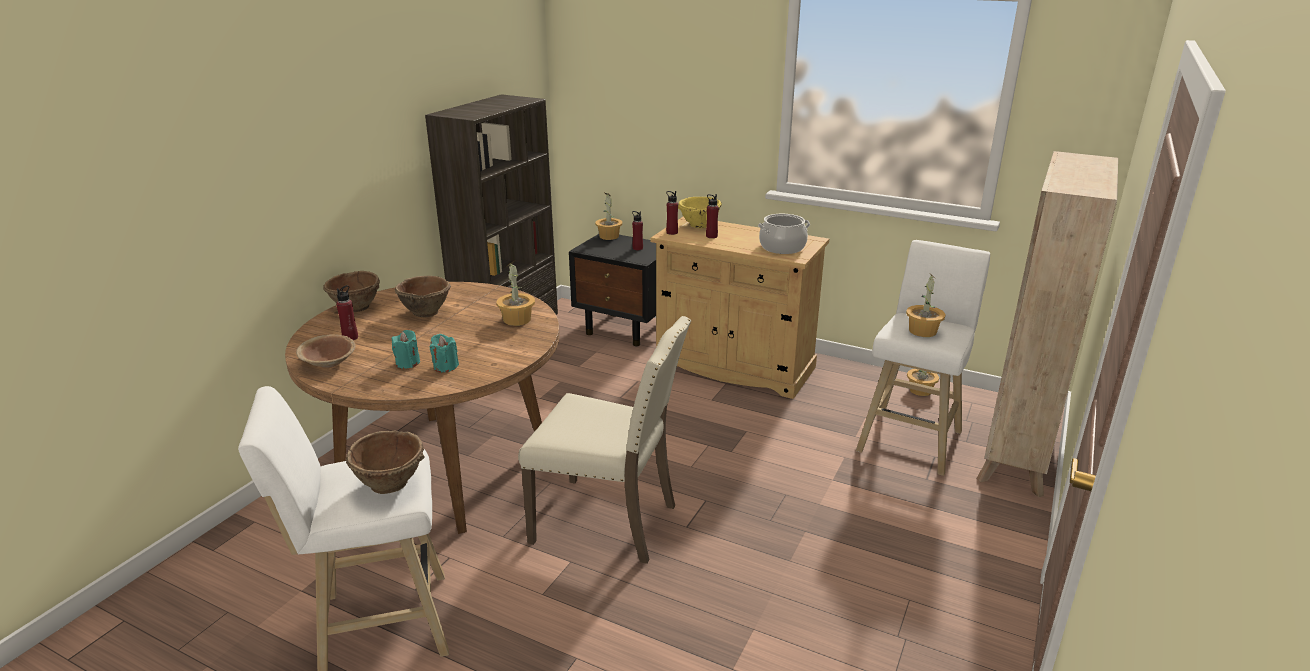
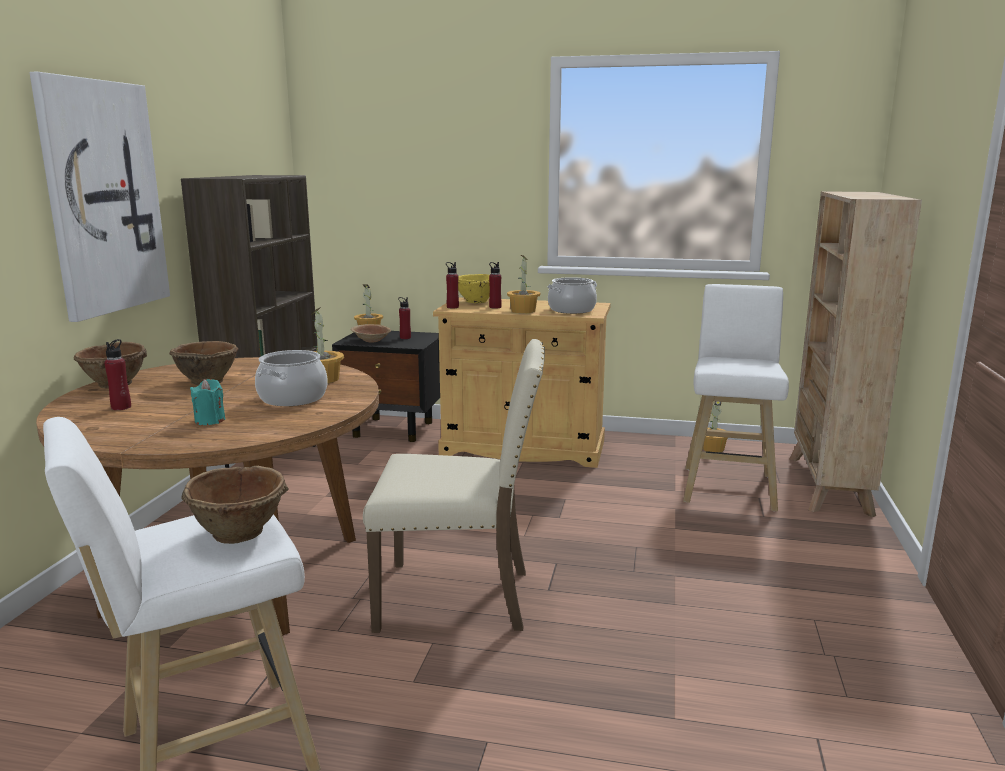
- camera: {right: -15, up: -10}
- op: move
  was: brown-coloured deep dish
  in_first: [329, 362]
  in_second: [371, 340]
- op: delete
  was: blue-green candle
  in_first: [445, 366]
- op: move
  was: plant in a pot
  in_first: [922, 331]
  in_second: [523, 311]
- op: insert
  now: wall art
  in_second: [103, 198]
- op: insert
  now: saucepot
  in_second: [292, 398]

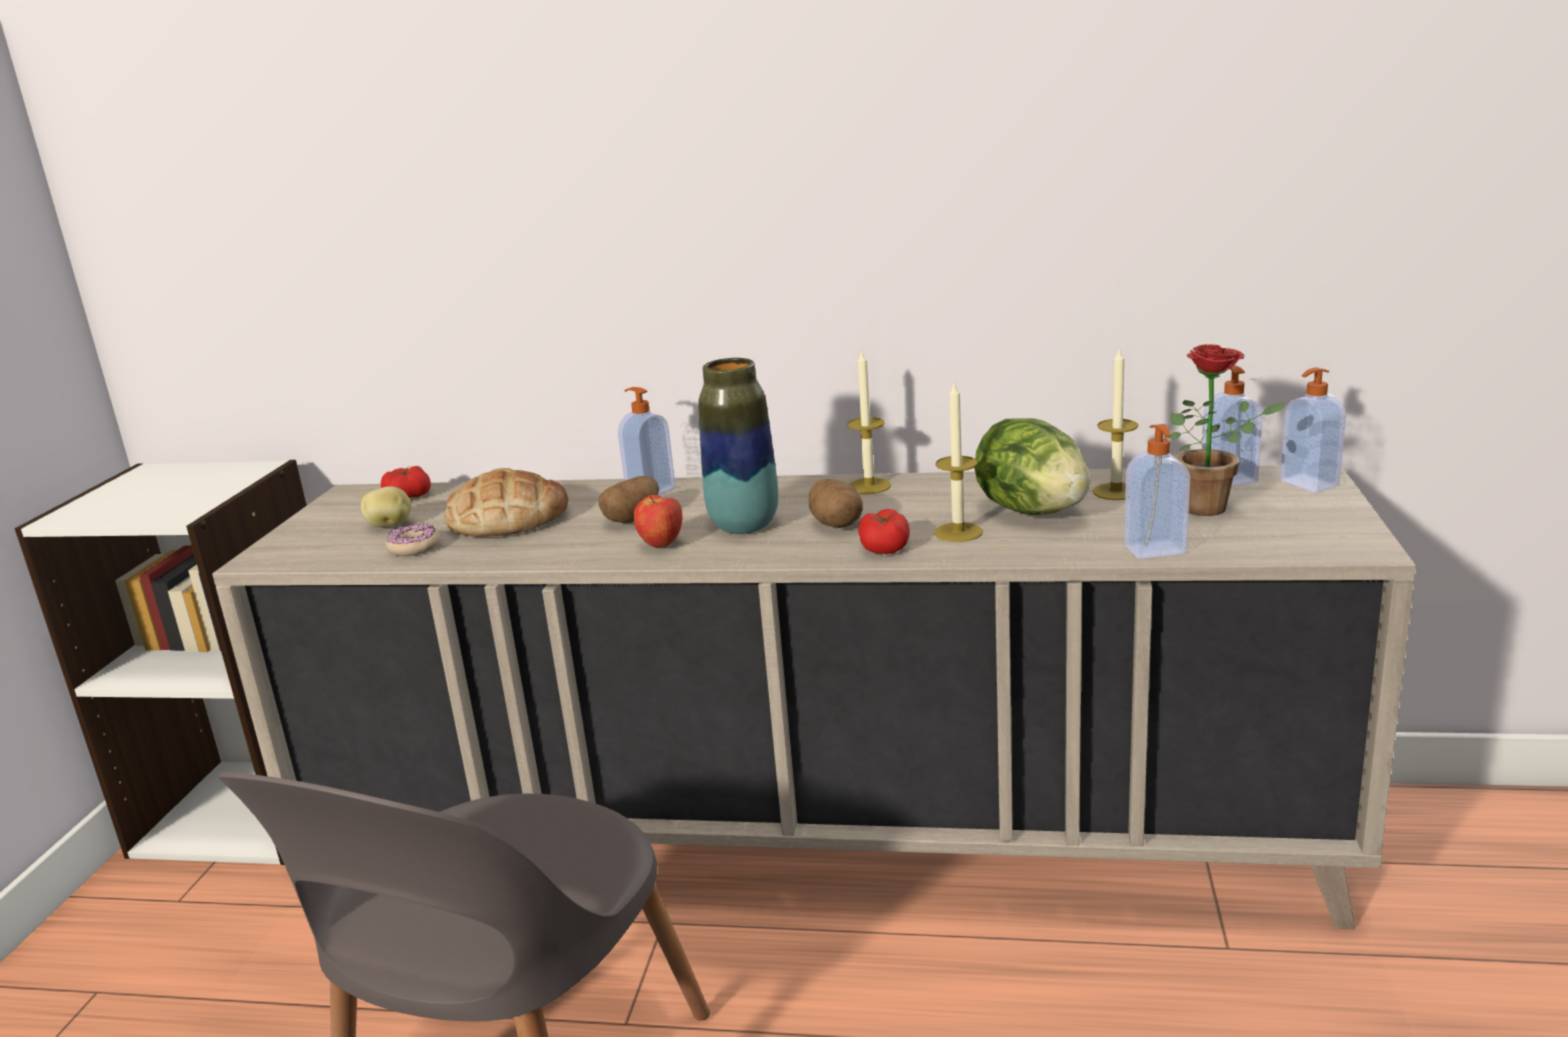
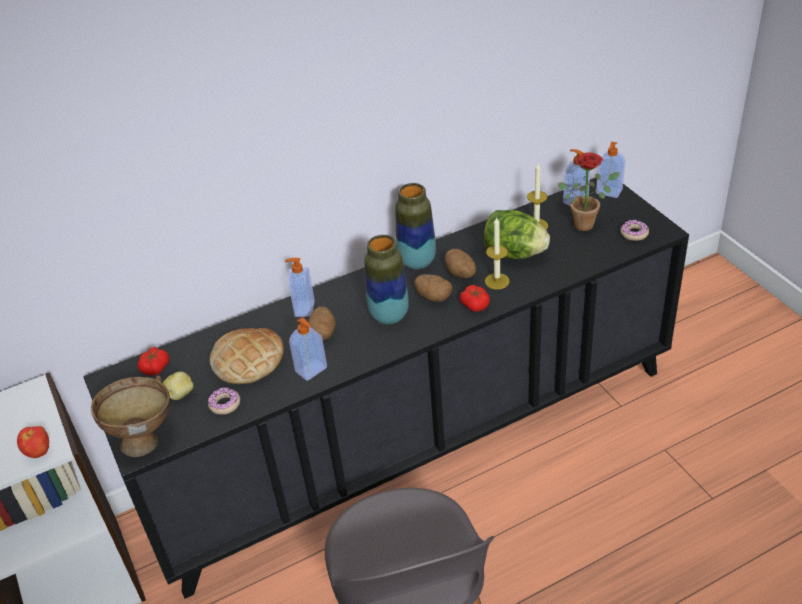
- camera: {right: -35, up: 20}
- op: recolor
  was: beige-coloured cabinet
  now: black cabinet
  in_first: [811, 842]
  in_second: [414, 441]
- op: move
  was: apple
  in_first: [662, 545]
  in_second: [39, 453]
- op: replace
  was: candle
  now: vase
  in_first: [869, 486]
  in_second: [417, 262]
- op: move
  was: liquid soap bottle
  in_first: [1155, 550]
  in_second: [312, 370]
- op: insert
  now: brown-coloured deep dish
  in_second: [145, 438]
- op: insert
  now: whole potato
  in_second: [461, 273]
- op: insert
  now: donut
  in_second: [634, 233]

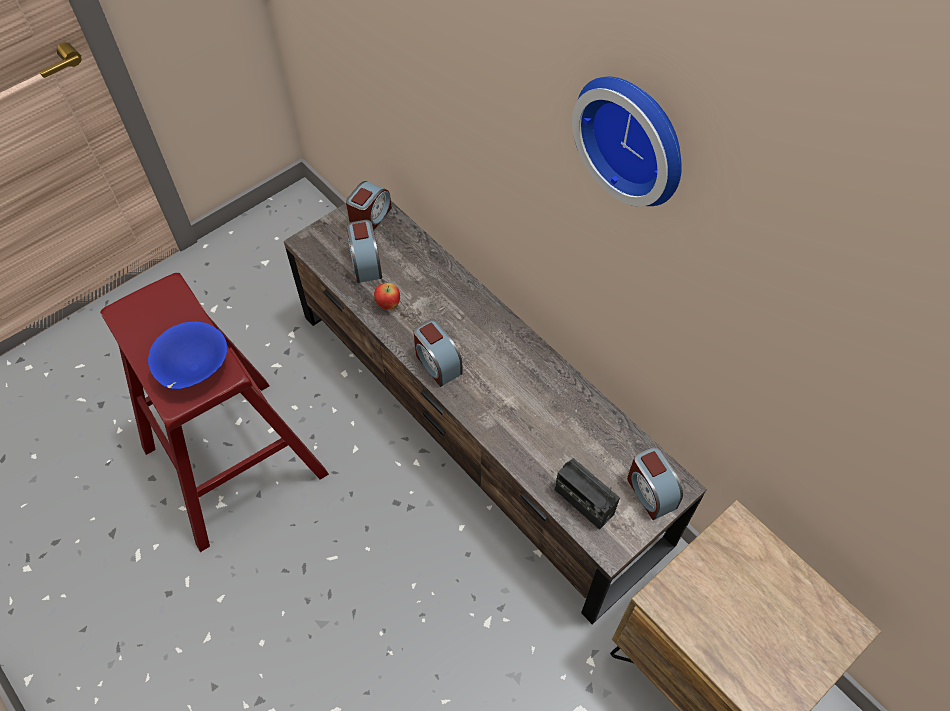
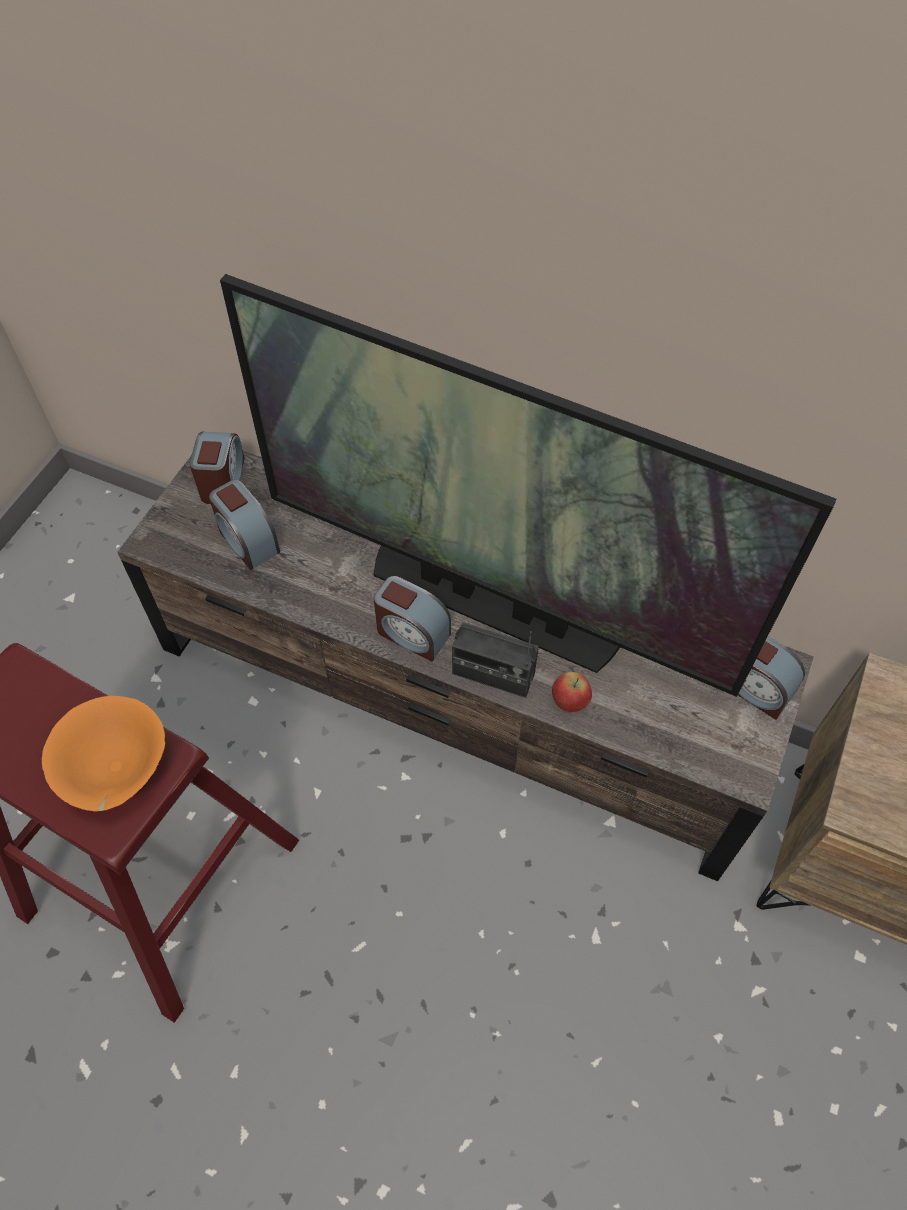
- camera: {right: -25, up: 0}
- op: recolor
  was: blue deep dish
  now: orange-coloured deep dish
  in_first: [194, 370]
  in_second: [115, 771]
- op: move
  was: apple
  in_first: [388, 304]
  in_second: [569, 702]
- op: move
  was: radio receiver
  in_first: [583, 502]
  in_second: [493, 674]
- op: delete
  was: wall clock
  in_first: [635, 137]
- op: insert
  now: television
  in_second: [493, 602]

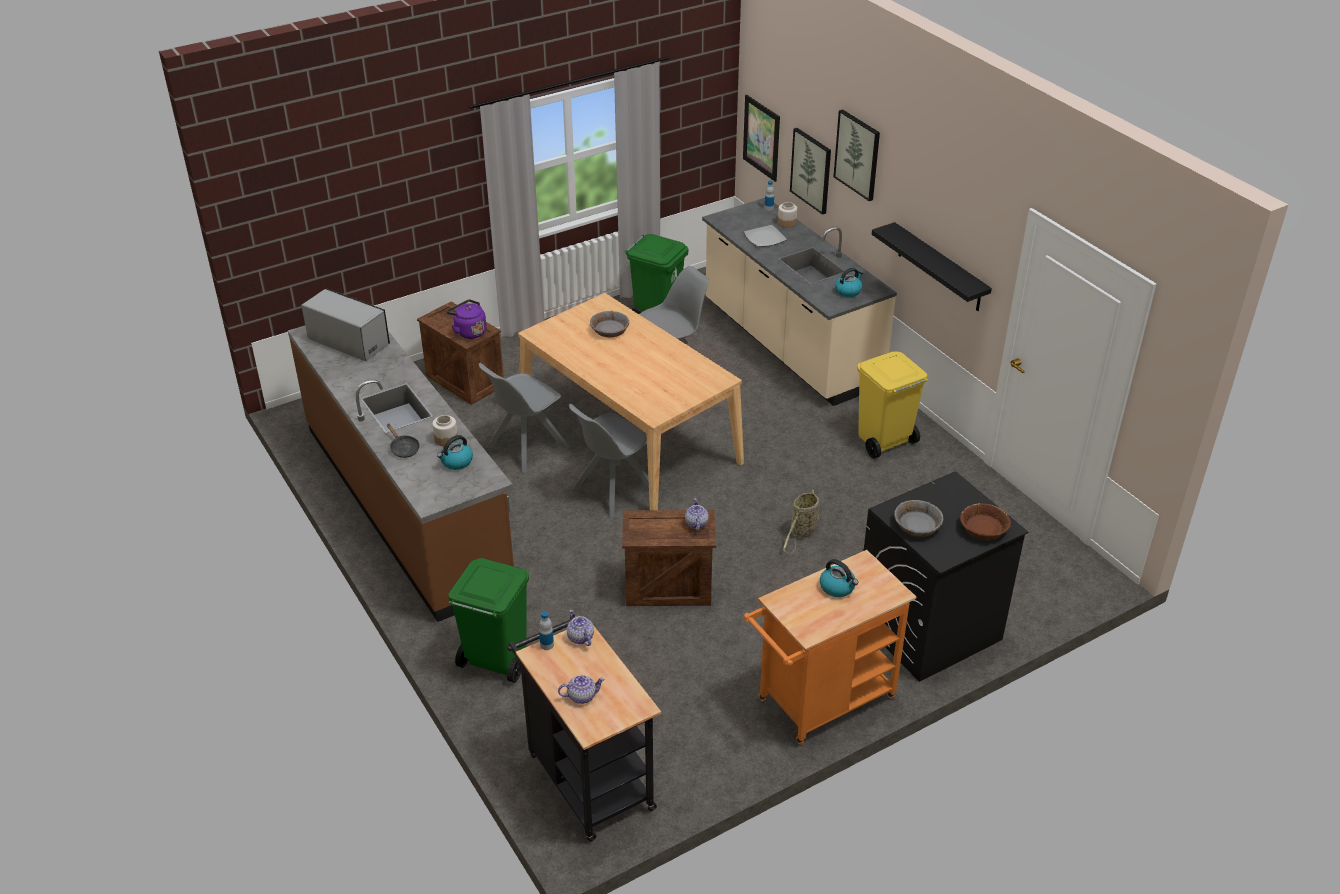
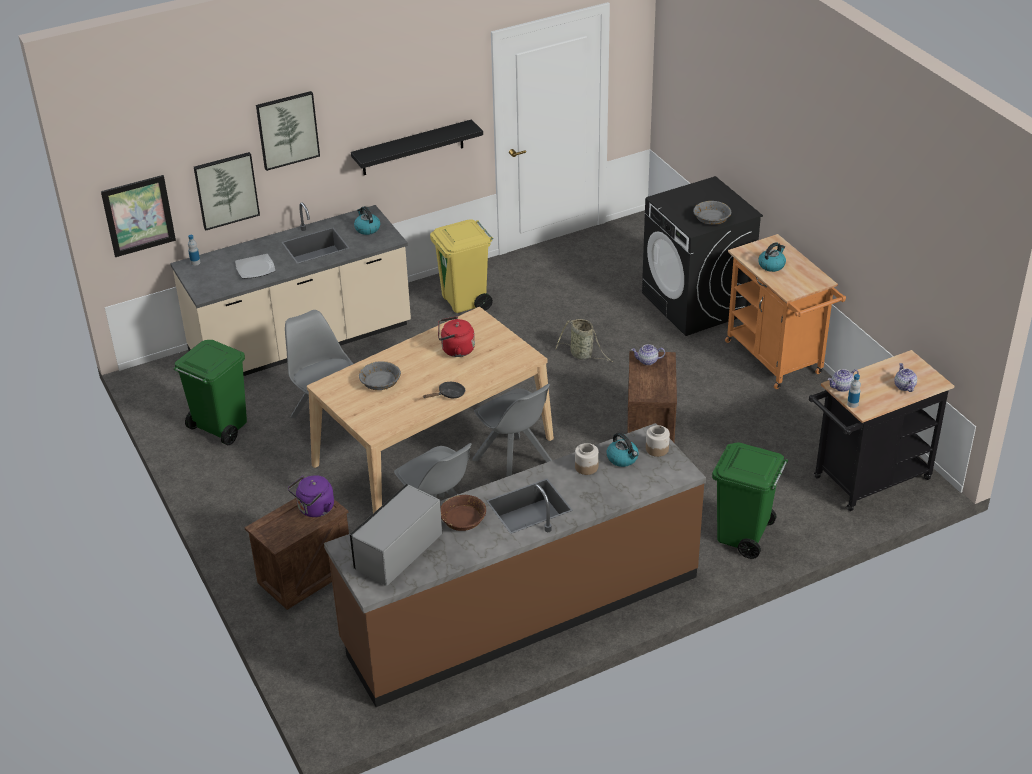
- camera: {right: -85, up: 0}
- op: move
  was: black pan
  in_first: [403, 448]
  in_second: [449, 394]
- op: move
  was: preserve jar
  in_first: [787, 223]
  in_second: [657, 449]
- op: move
  was: brown-coloured deep dish
  in_first: [983, 529]
  in_second: [463, 519]
- op: insert
  now: reddish water kettle
  in_second: [455, 350]

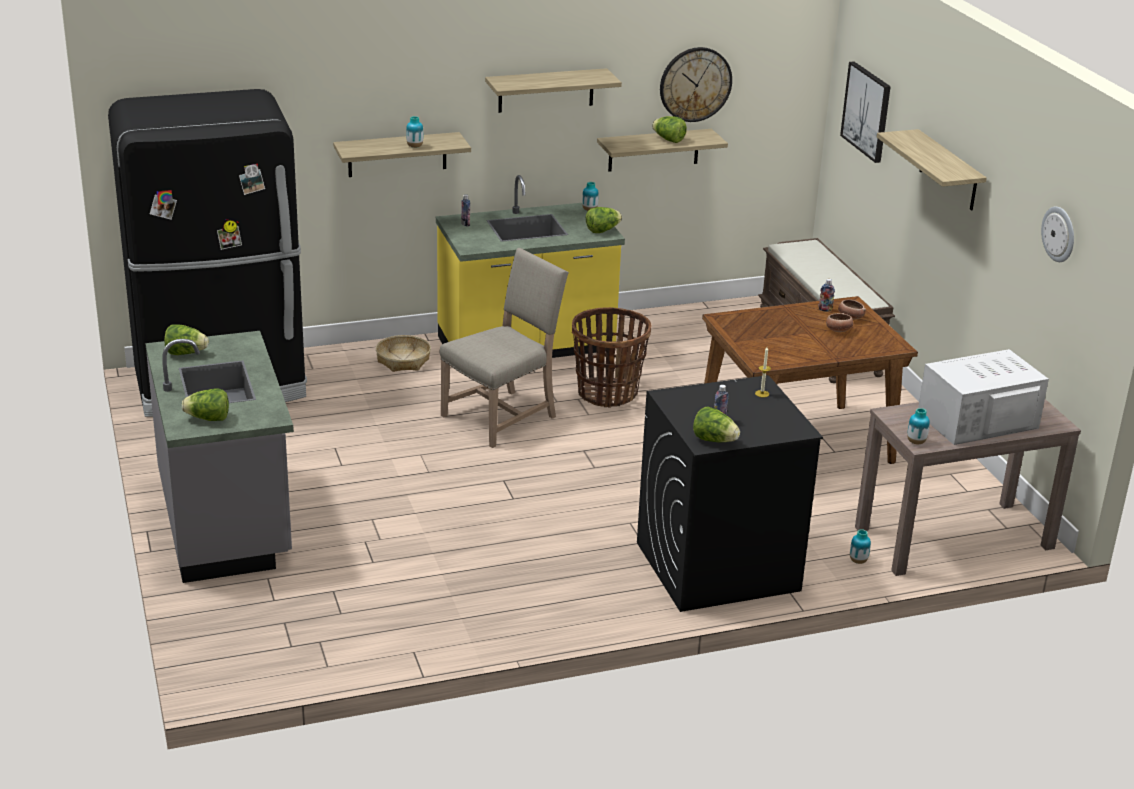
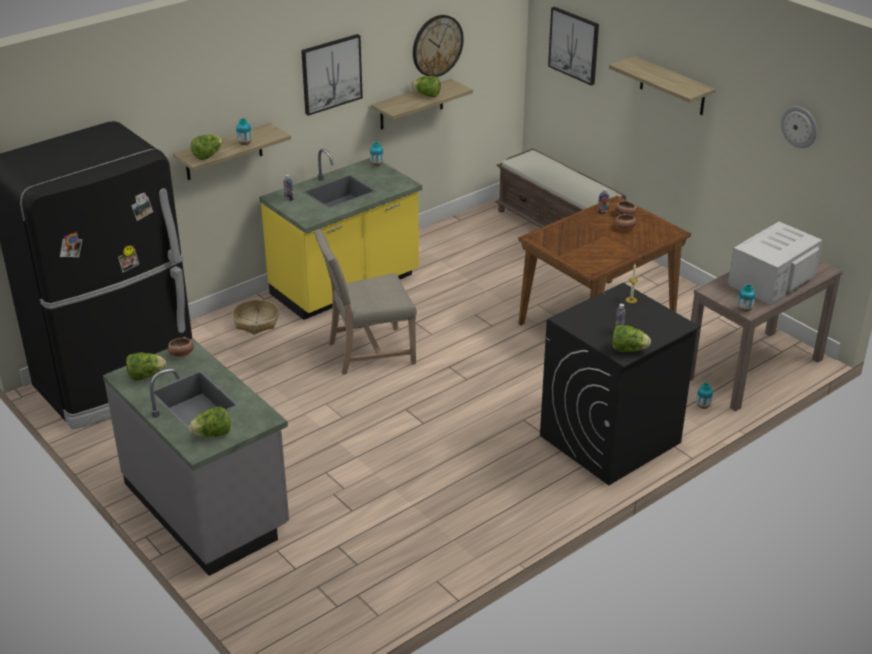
- camera: {right: -20, up: 5}
- op: rotate
  was: beige-coloured plain chair
  in_first: [503, 416]
  in_second: [368, 352]
  clockwise: -135
- op: replace
  was: bracket shelf
  now: wall art
  in_first: [546, 90]
  in_second: [331, 74]
- op: delete
  was: household basket
  in_first: [607, 393]
- op: move
  was: lettuce
  in_first: [602, 230]
  in_second: [207, 156]
- op: insert
  now: deep dish
  in_second: [181, 354]

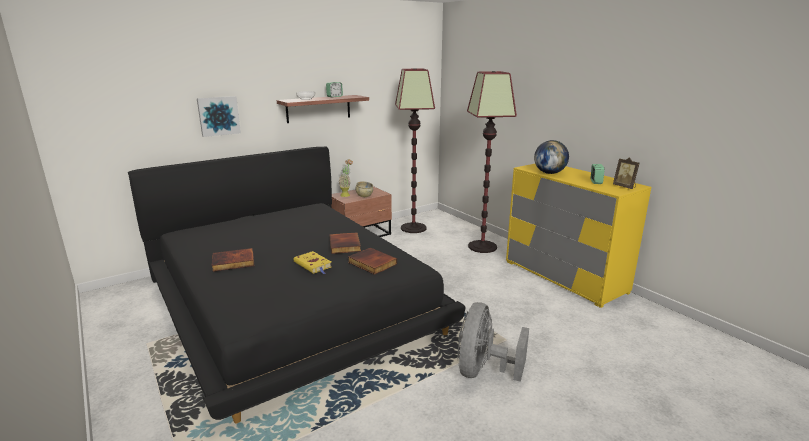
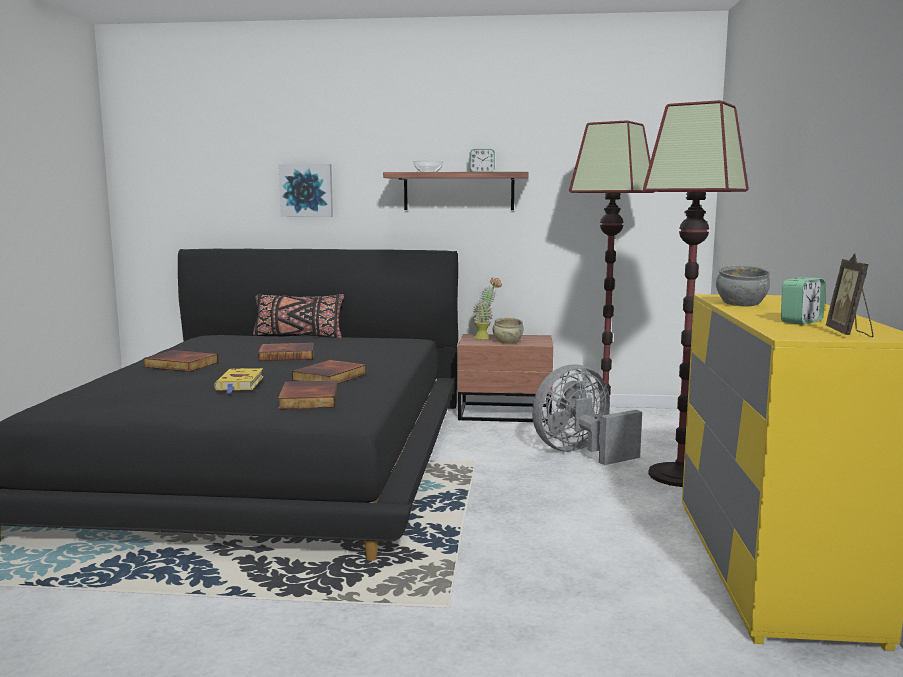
- camera: {right: 40, up: -10}
- op: move
  was: gray electric fan
  in_first: [483, 371]
  in_second: [580, 453]
- op: replace
  was: world globe
  now: gray deep dish
  in_first: [549, 173]
  in_second: [740, 304]
- op: insert
  now: black pillow
  in_second: [298, 336]
- op: insert
  now: book
  in_second: [287, 355]

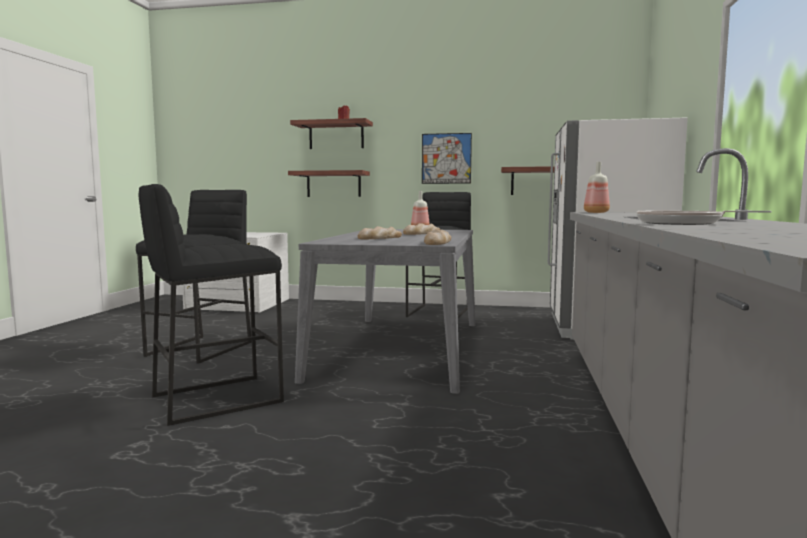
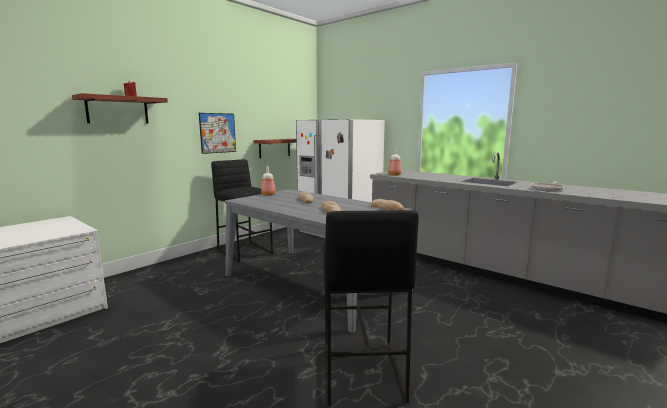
- camera: {right: -60, up: 5}
- op: delete
  was: black stool
  in_first: [201, 349]
- op: delete
  was: bracket shelf
  in_first: [333, 184]

